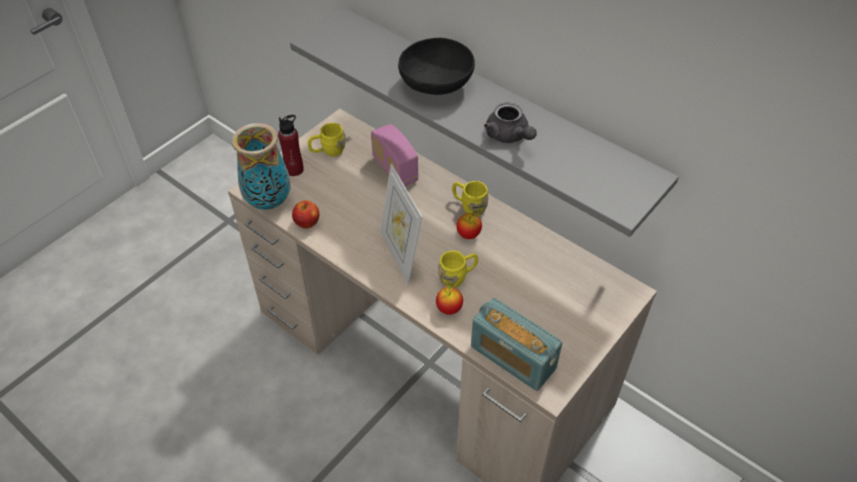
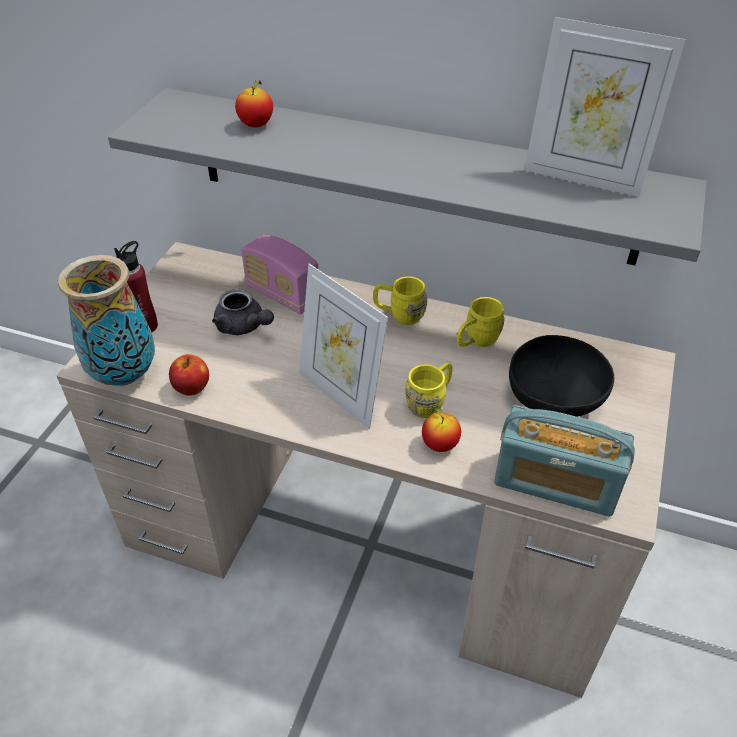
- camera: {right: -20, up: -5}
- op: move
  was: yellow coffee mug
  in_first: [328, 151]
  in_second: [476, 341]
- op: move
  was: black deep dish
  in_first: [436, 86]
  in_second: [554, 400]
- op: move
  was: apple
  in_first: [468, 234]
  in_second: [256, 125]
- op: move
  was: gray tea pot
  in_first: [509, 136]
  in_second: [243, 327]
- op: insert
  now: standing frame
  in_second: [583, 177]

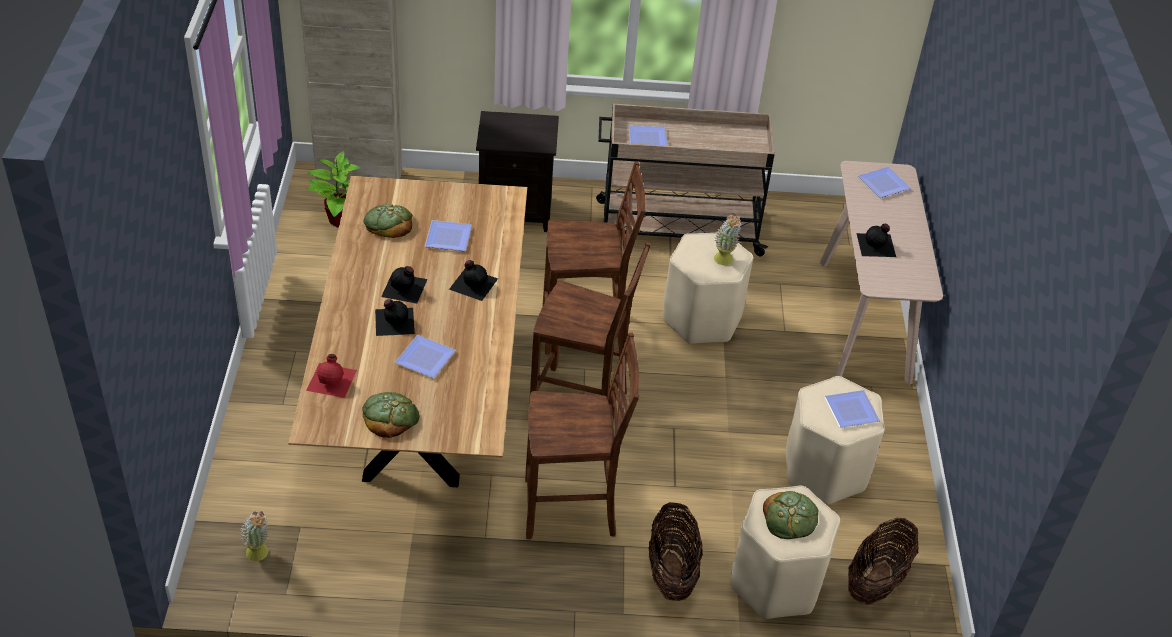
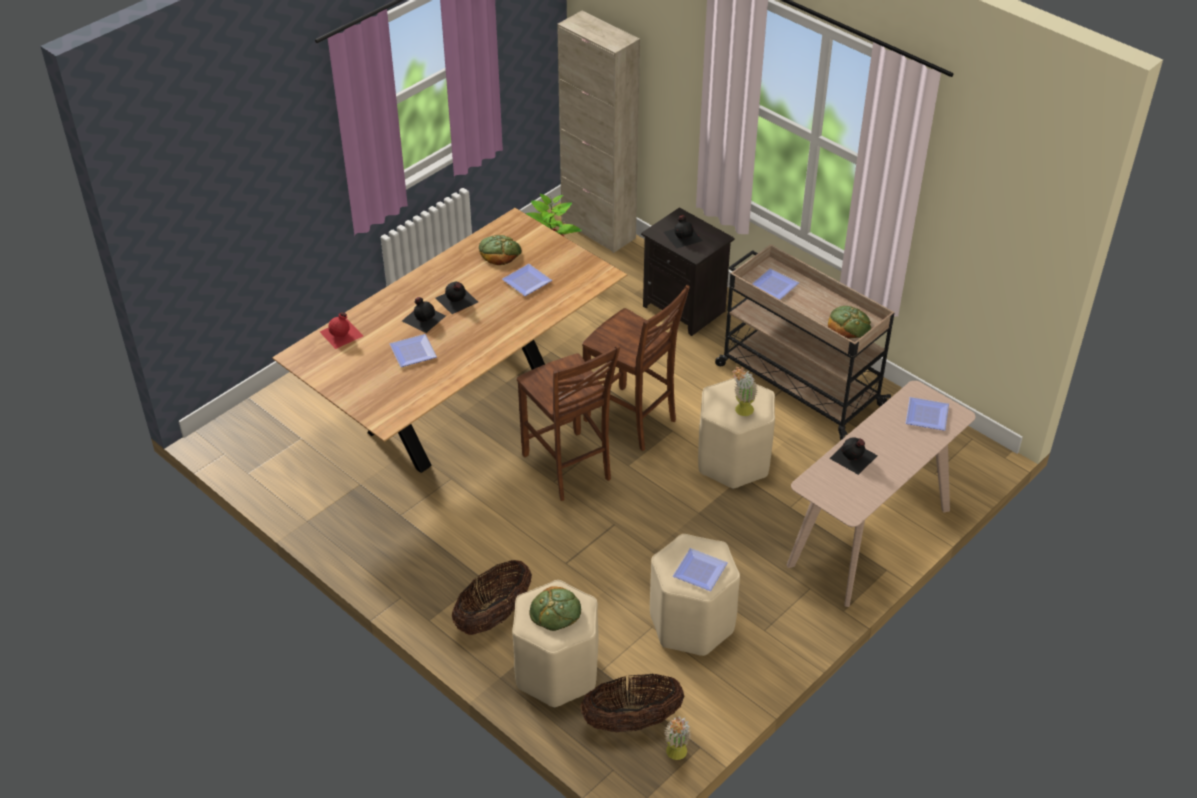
- camera: {right: 45, up: 0}
- op: move
  was: plant in a pot
  in_first: [260, 556]
  in_second: [676, 756]
- op: move
  was: bread
  in_first: [390, 416]
  in_second: [849, 325]
- op: move
  was: black drink bottle
  in_first: [473, 283]
  in_second: [683, 236]
- op: delete
  was: brown-coloured plain chair
  in_first: [572, 510]

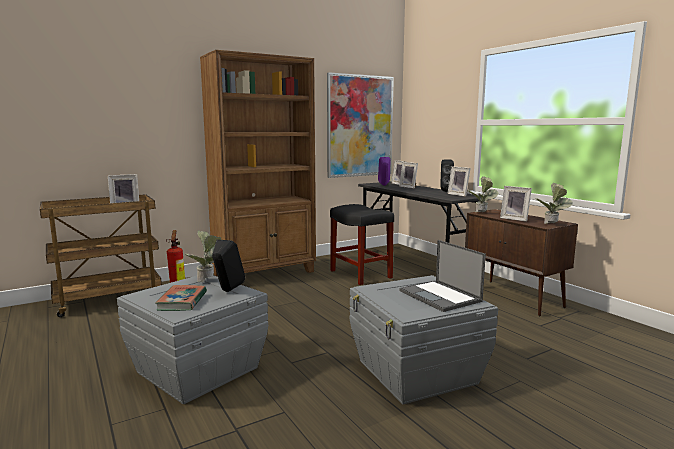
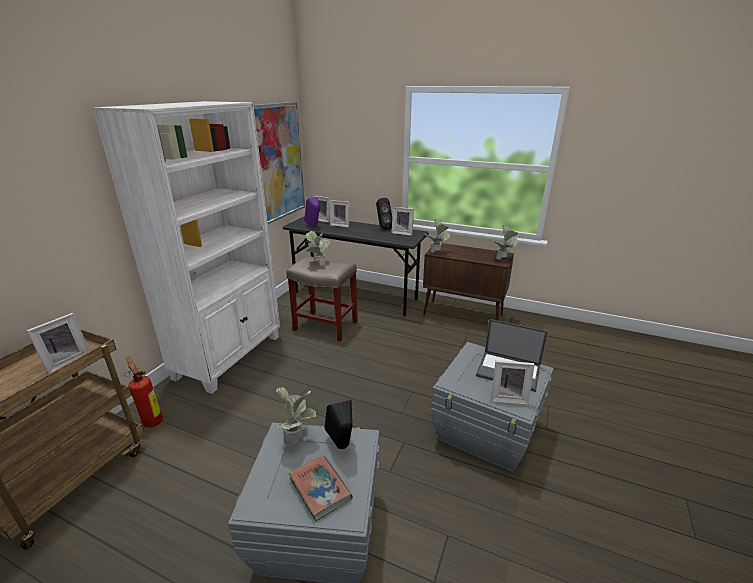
- camera: {right: -35, up: 15}
- op: recolor
  was: brown-coloured bookshelf
  now: white bookshelf
  in_first: [265, 273]
  in_second: [230, 356]
- op: recolor
  was: black stool
  now: beige-coloured stool
  in_first: [360, 274]
  in_second: [325, 325]
- op: move
  was: standing frame
  in_first: [515, 219]
  in_second: [508, 397]
- op: insert
  now: plant in a pot
  in_second: [318, 263]

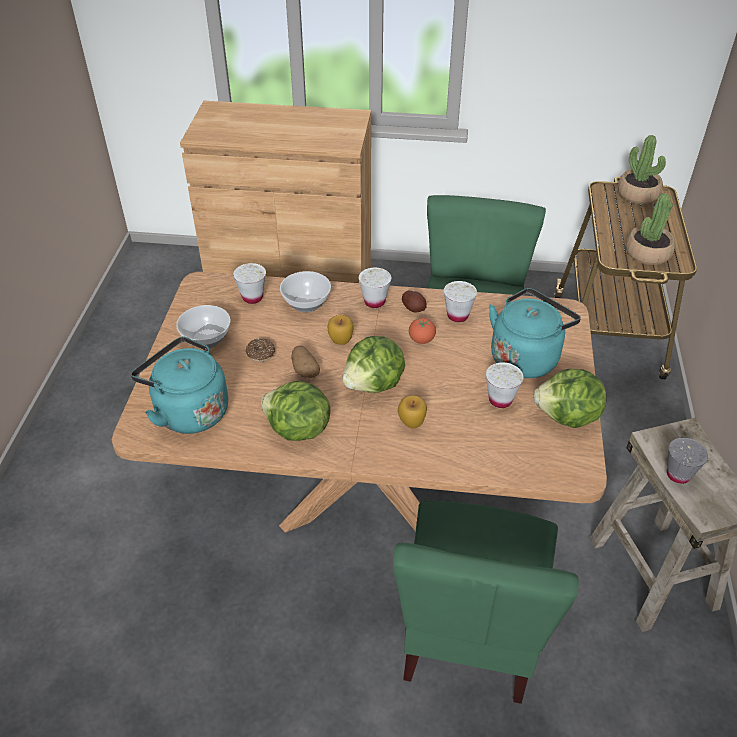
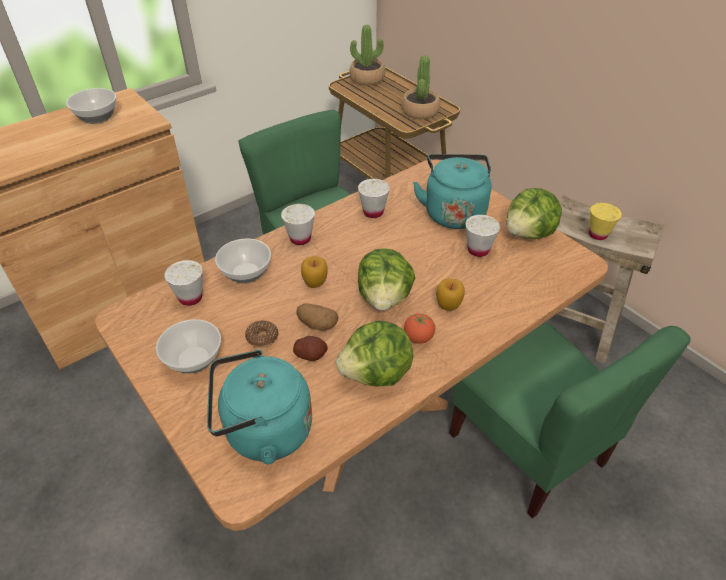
- camera: {right: -45, up: 0}
- op: move
  was: whole potato
  in_first: [414, 308]
  in_second: [311, 355]
- op: move
  was: fresh tomato
  in_first: [421, 340]
  in_second: [418, 338]
- op: recolor
  was: gray small cup
  now: yellow small cup
  in_first: [678, 474]
  in_second: [598, 234]
- op: insert
  now: deep dish
  in_second: [97, 117]

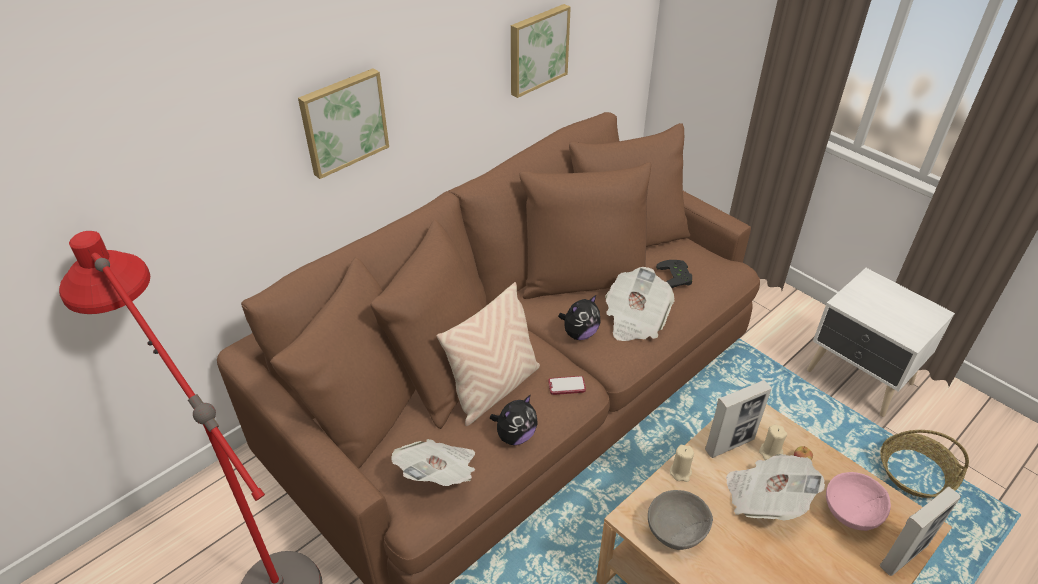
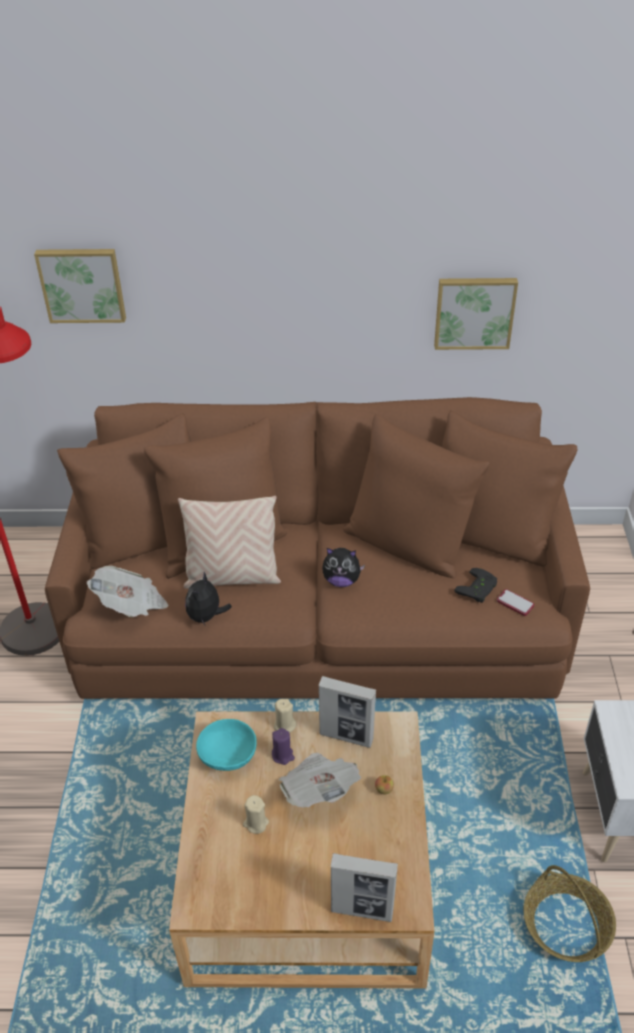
- camera: {right: 45, up: 0}
- op: move
  was: wall art
  in_first: [343, 122]
  in_second: [82, 284]
- op: rotate
  was: soft toy
  in_first: [515, 435]
  in_second: [206, 616]
  clockwise: 105
- op: move
  was: handset
  in_first: [566, 386]
  in_second: [515, 603]
- op: delete
  was: newspaper
  in_first: [635, 319]
- op: recolor
  was: gray deep dish
  now: blue-green deep dish
  in_first: [676, 531]
  in_second: [229, 757]
- op: move
  was: beige-coloured candle
  in_first: [770, 452]
  in_second: [255, 823]
- op: delete
  was: pinkish deep dish
  in_first: [851, 512]
- op: insert
  now: purplish candle
  in_second: [283, 755]

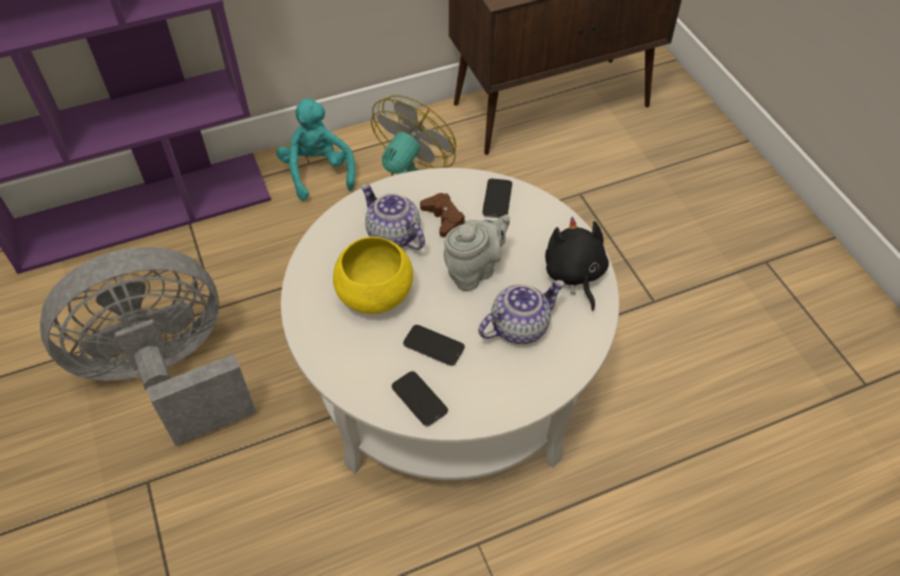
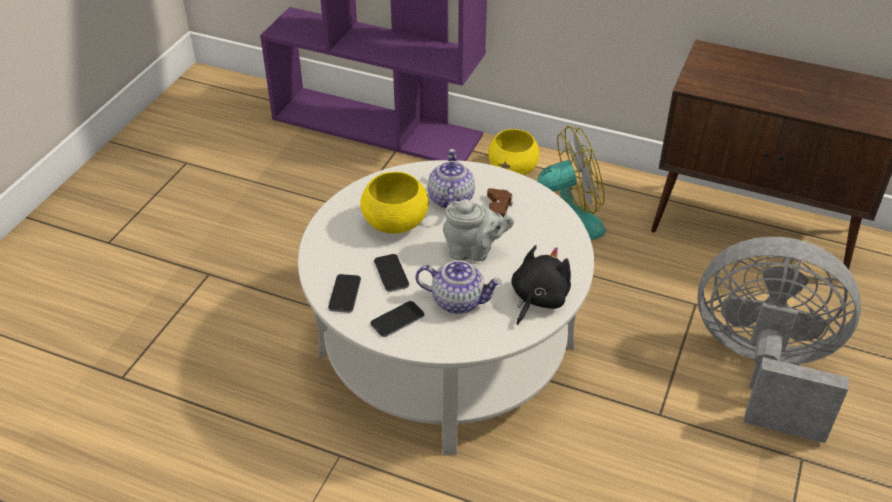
- camera: {right: 45, up: -10}
- op: move
  was: gray electric fan
  in_first: [168, 376]
  in_second: [764, 370]
- op: replace
  was: blue-green soft toy
  now: yellow deep dish
  in_first: [318, 172]
  in_second: [513, 169]
- op: move
  was: handset
  in_first: [497, 199]
  in_second: [397, 320]

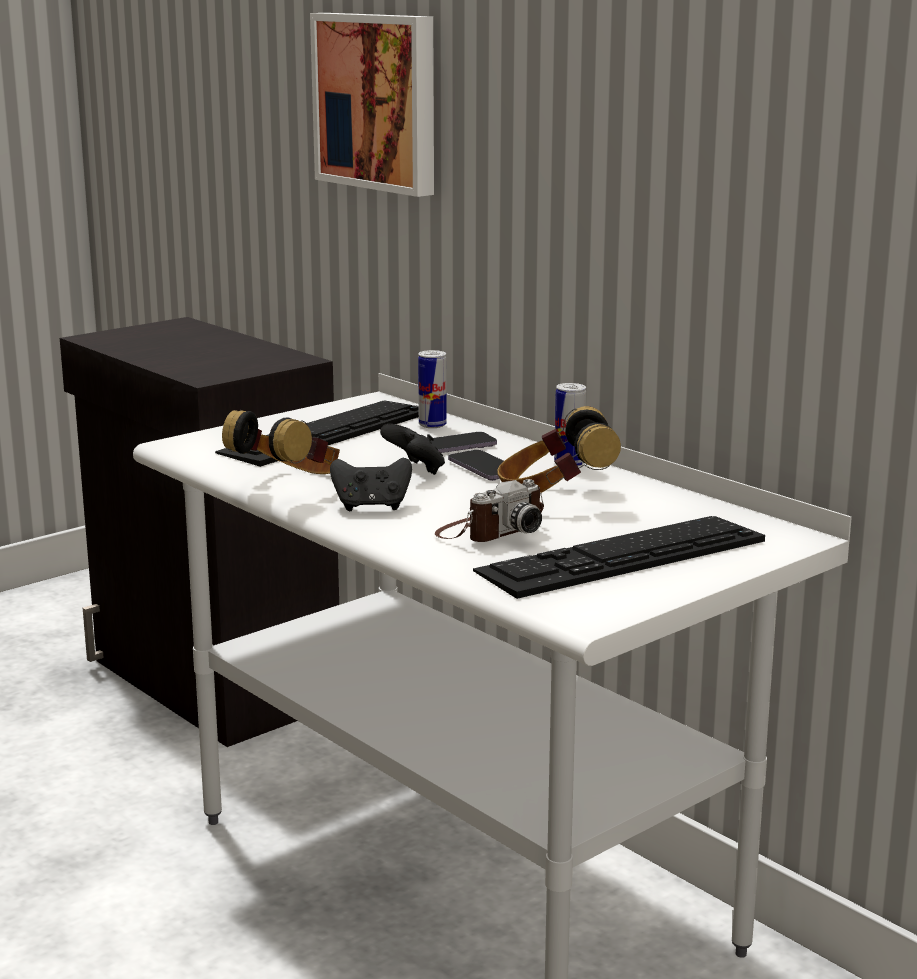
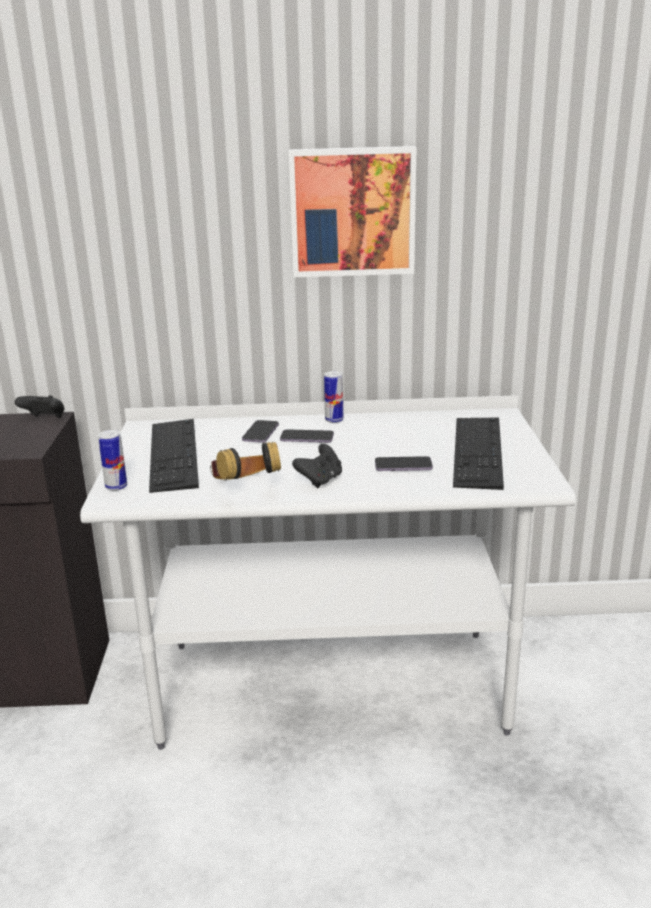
- camera: {right: -50, up: 5}
- op: move
  was: wall art
  in_first: [379, 101]
  in_second: [352, 211]
- op: move
  was: black gamepad
  in_first: [415, 470]
  in_second: [45, 419]
- op: move
  was: can
  in_first: [432, 425]
  in_second: [116, 487]
- op: replace
  was: still camera
  now: handset
  in_first: [490, 531]
  in_second: [403, 466]
- op: delete
  was: headphones
  in_first: [554, 497]

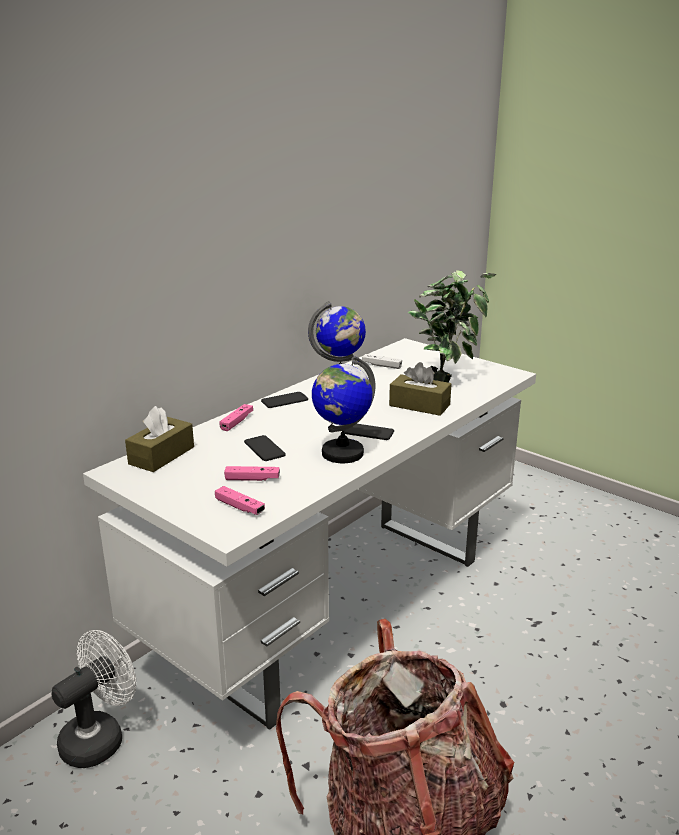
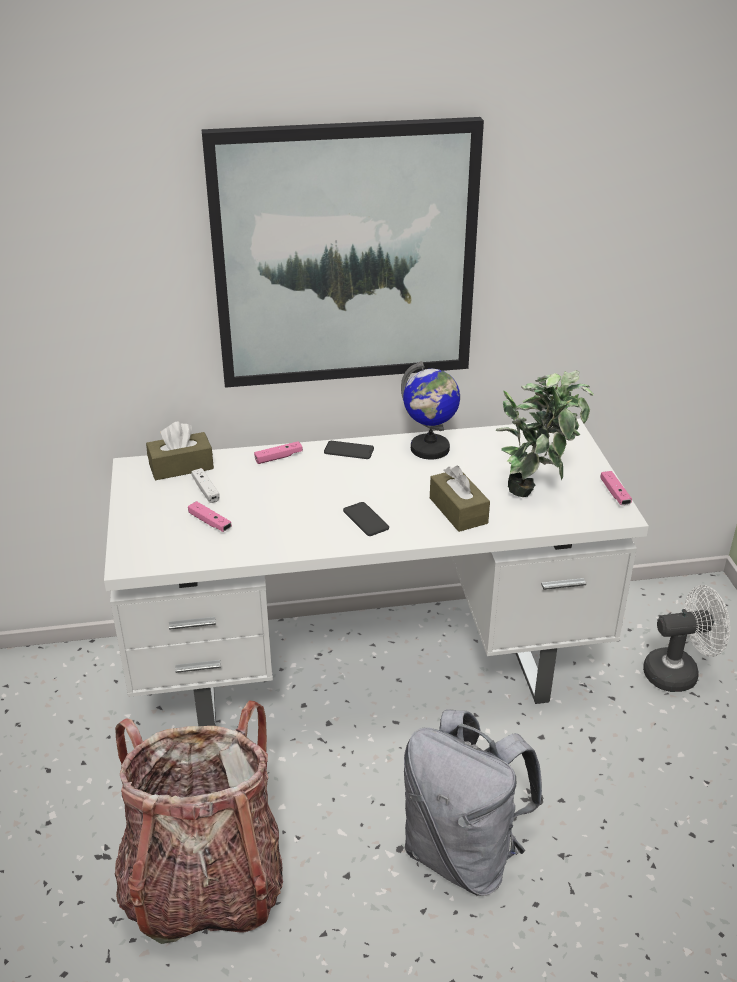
- camera: {right: 40, up: 10}
- op: move
  was: white electric fan
  in_first: [100, 737]
  in_second: [678, 672]
- op: move
  was: pinkish gamepad
  in_first: [239, 507]
  in_second: [614, 493]
- op: delete
  was: handset
  in_first: [264, 449]
- op: delete
  was: world globe
  in_first: [342, 453]
- op: move
  was: white gamepad
  in_first: [381, 365]
  in_second: [205, 490]
- op: insert
  now: wall art
  in_second: [345, 256]
- op: insert
  now: gray rucksack
  in_second: [463, 853]

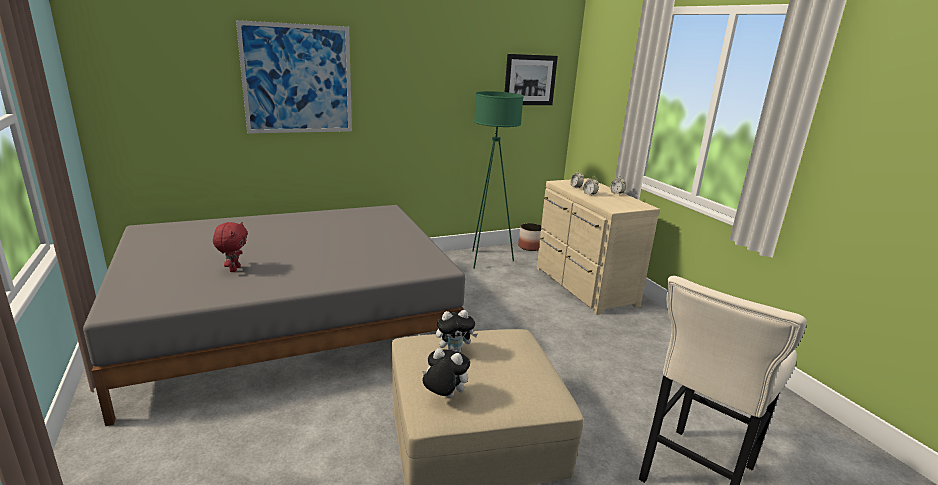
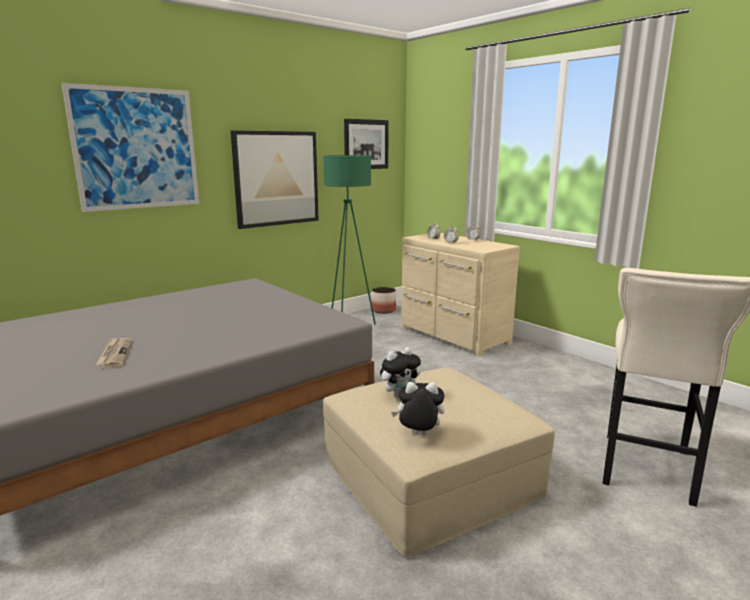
- camera: {right: -15, up: -5}
- op: replace
  was: reddish soft toy
  now: newspaper
  in_first: [234, 269]
  in_second: [115, 354]
- op: insert
  now: wall art
  in_second: [276, 178]

